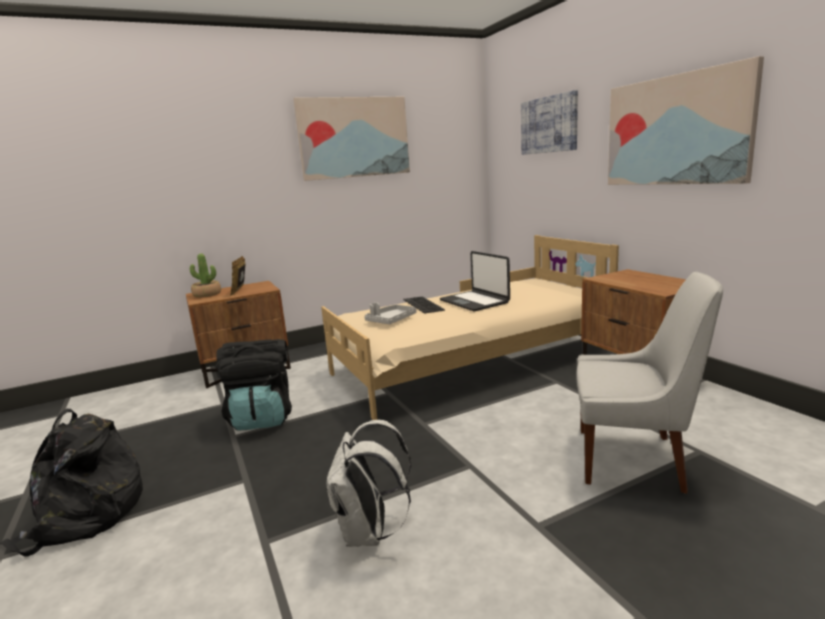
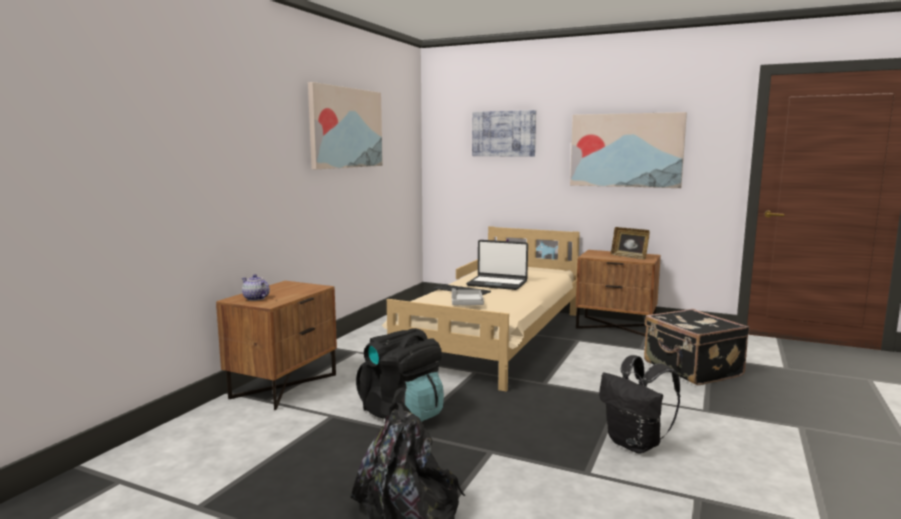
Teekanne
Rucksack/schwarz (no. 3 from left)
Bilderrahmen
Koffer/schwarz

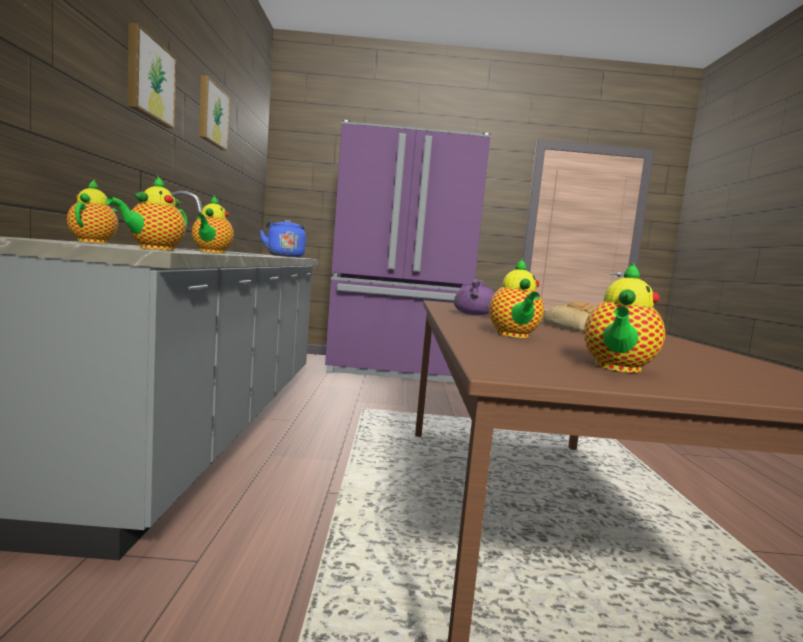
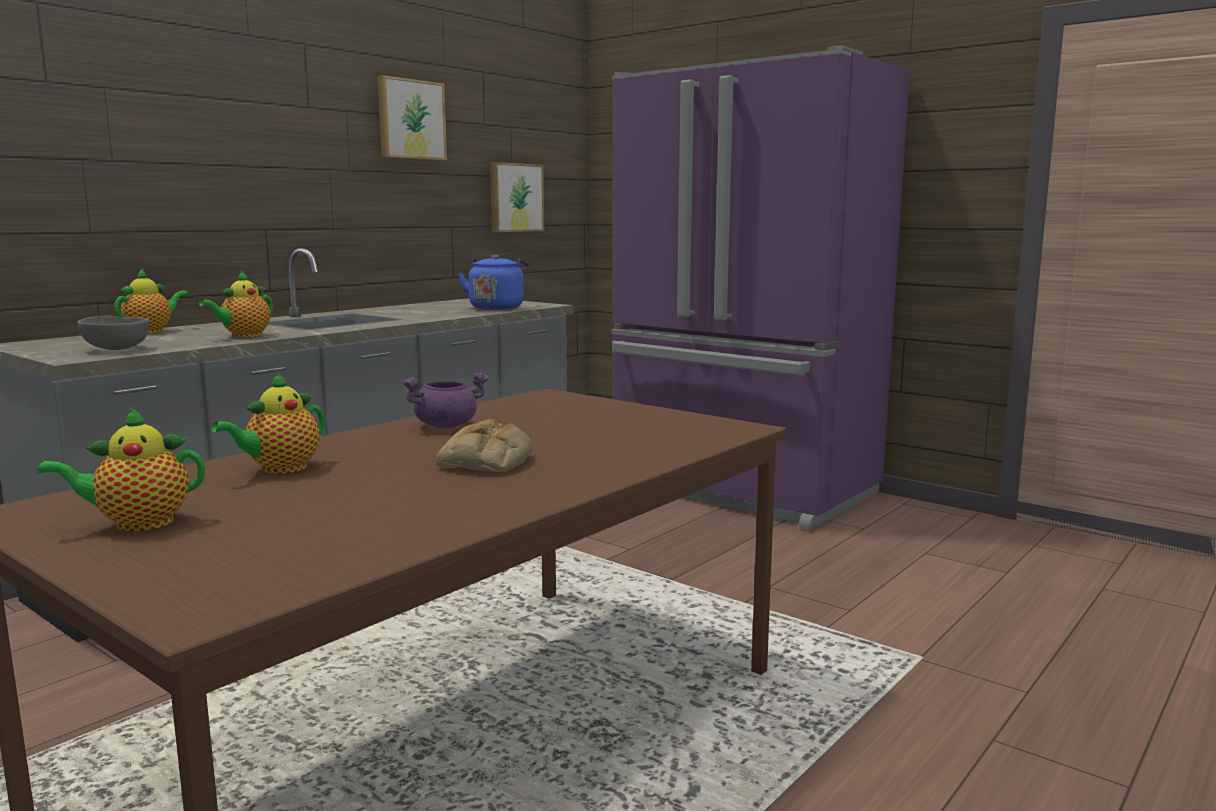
Schüssel/grau
Bild (no. 2 from left)

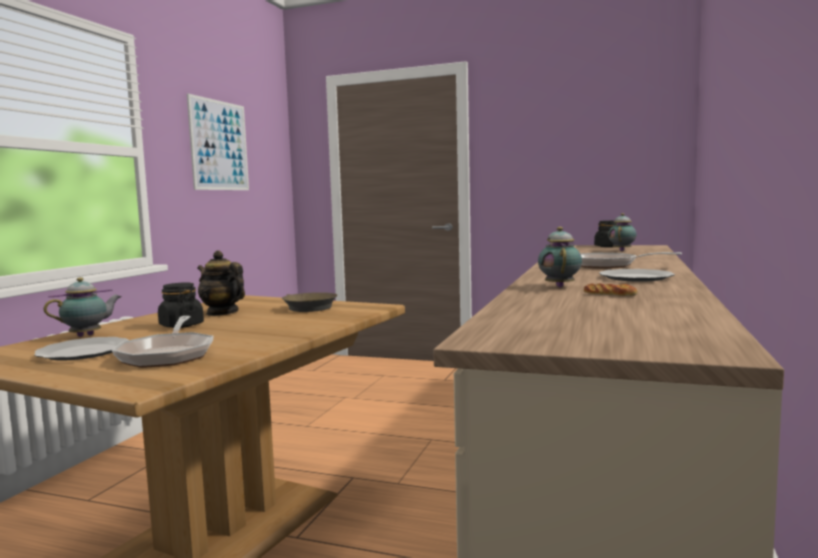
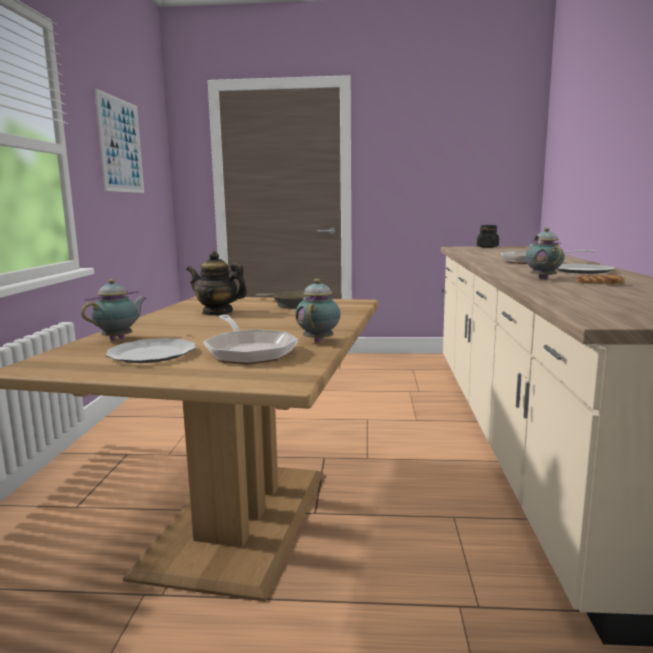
Teekanne (no. 3 from left)
Vorratsglas/schwarz (no. 1 from left in the first image)

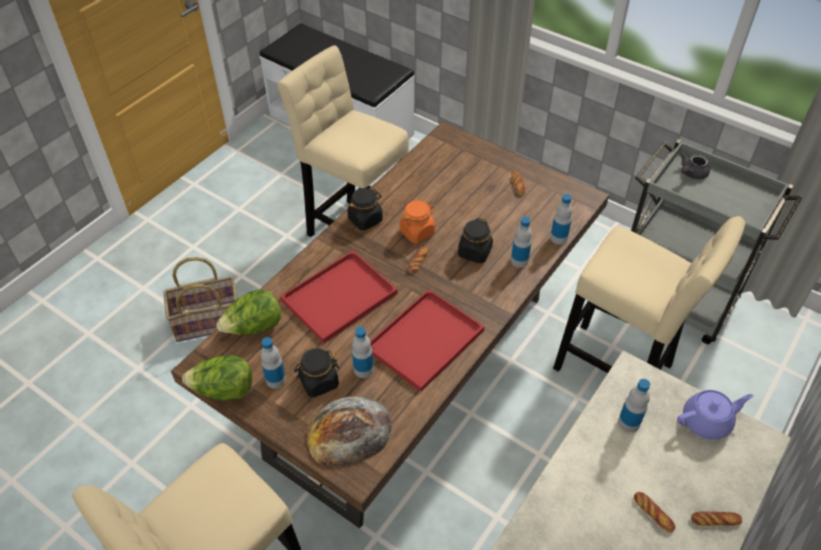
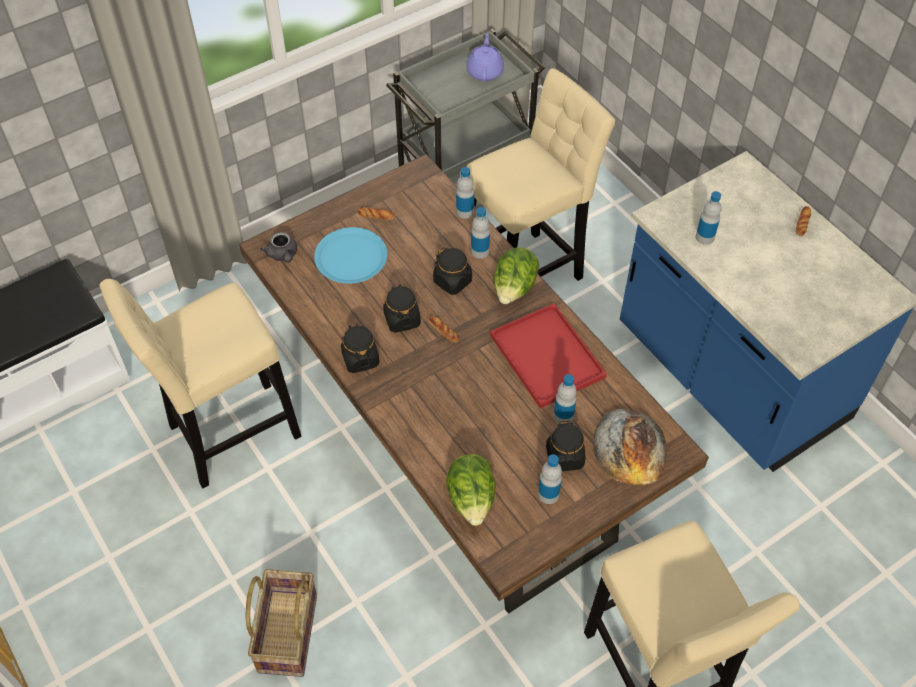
Teekanne/grau
Teller/blau
Vorratsglas/schwarz (no. 2 from left)
Teekanne/lila
Salatkopf (no. 2 from left)
Tablett/rot (no. 1 from left in the first image)
Brot (no. 4 from left in the first image)

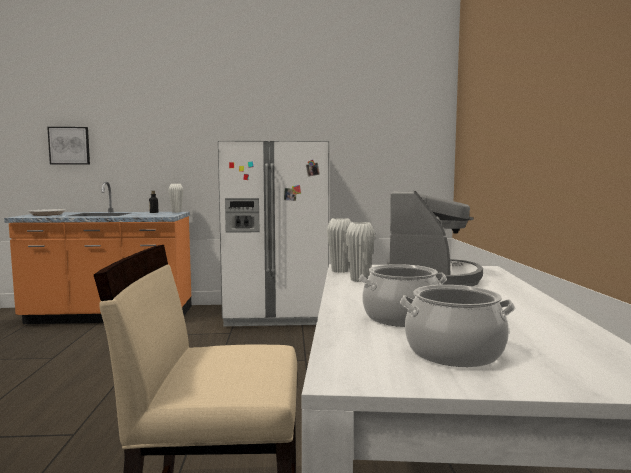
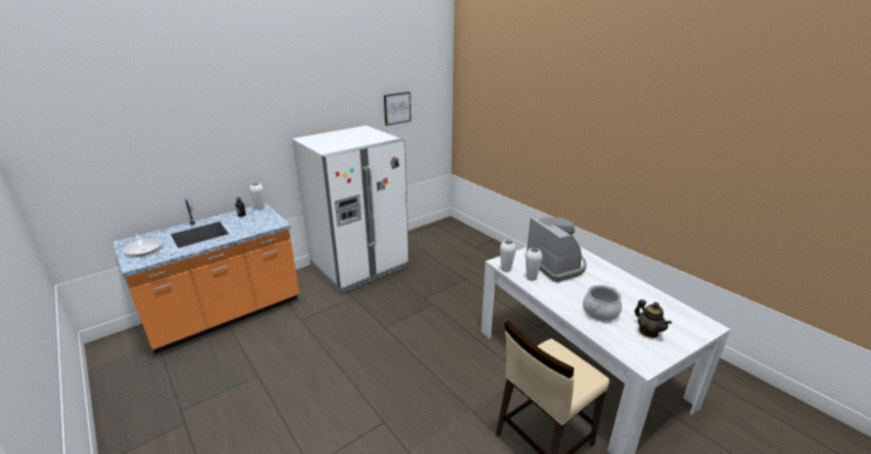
Bild
Teekanne

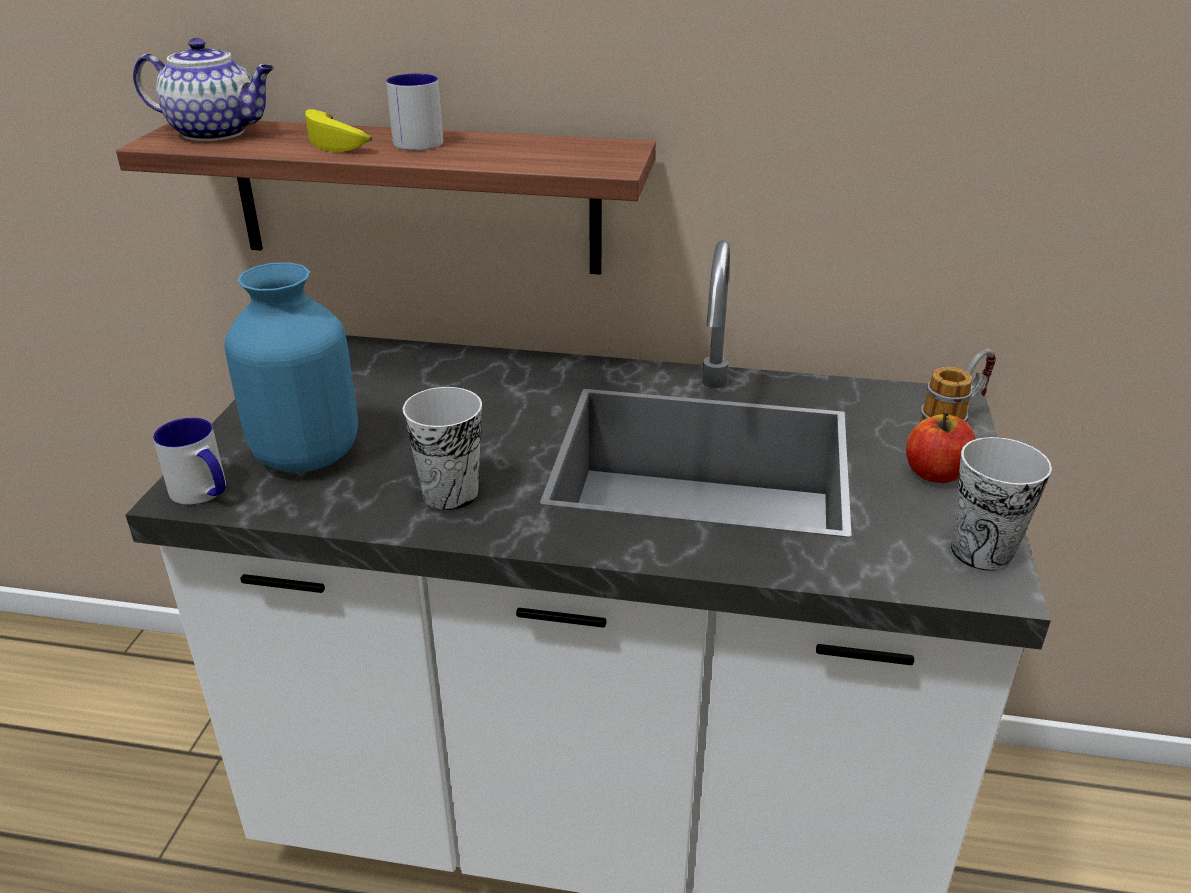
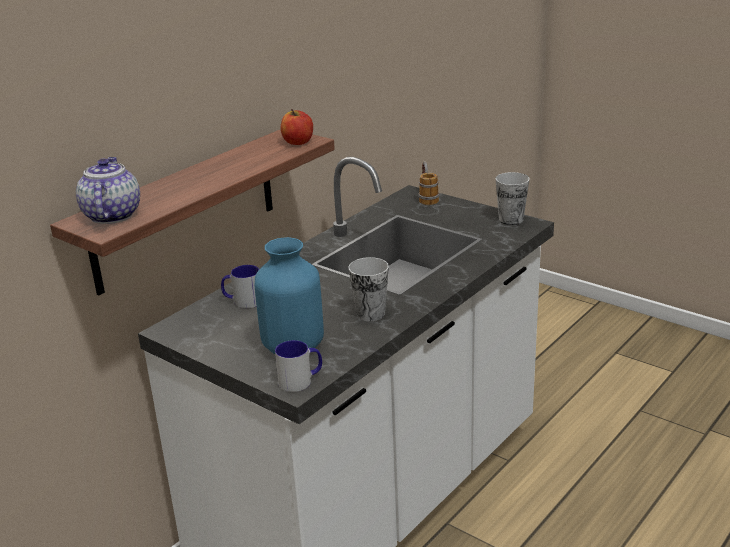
Teekanne
Henkelbecher (no. 1 from left)
Apfel
Banane

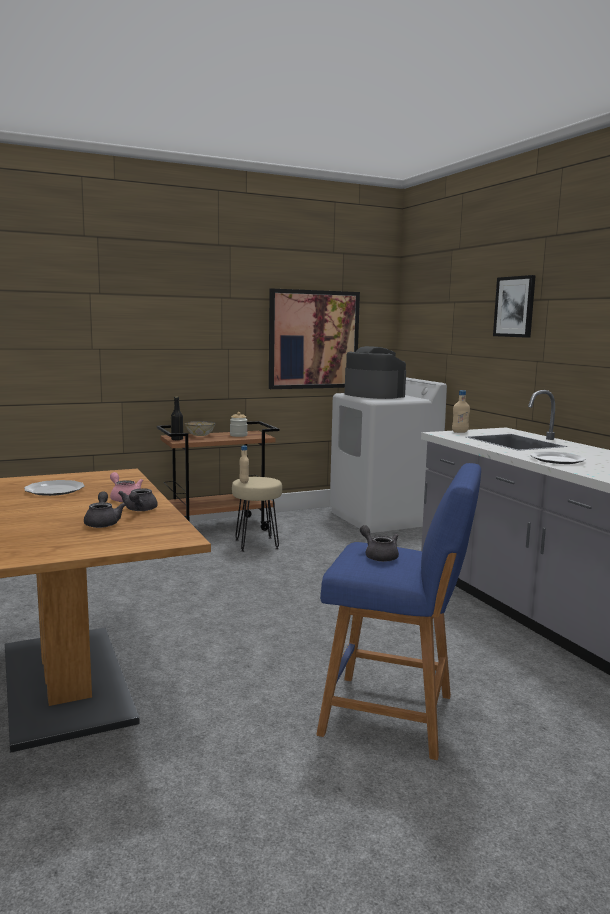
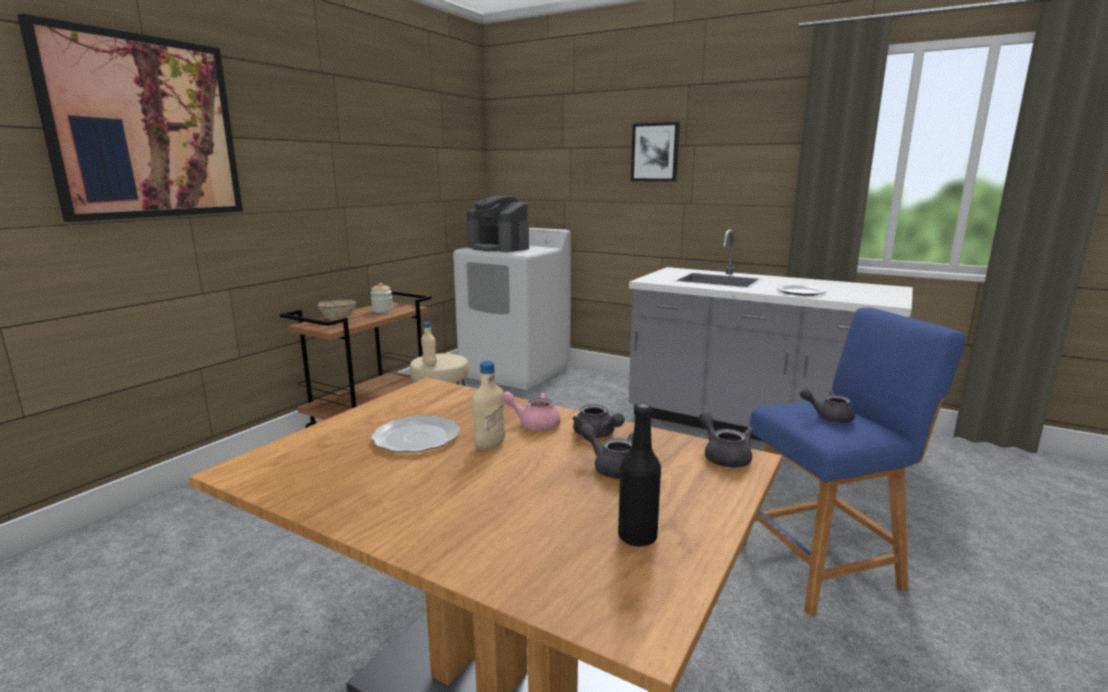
Bild (no. 1 from left)
Kaffeemaschine
Flasche/beige (no. 2 from left)
Flasche/schwarz
Teekanne/grau (no. 3 from left)

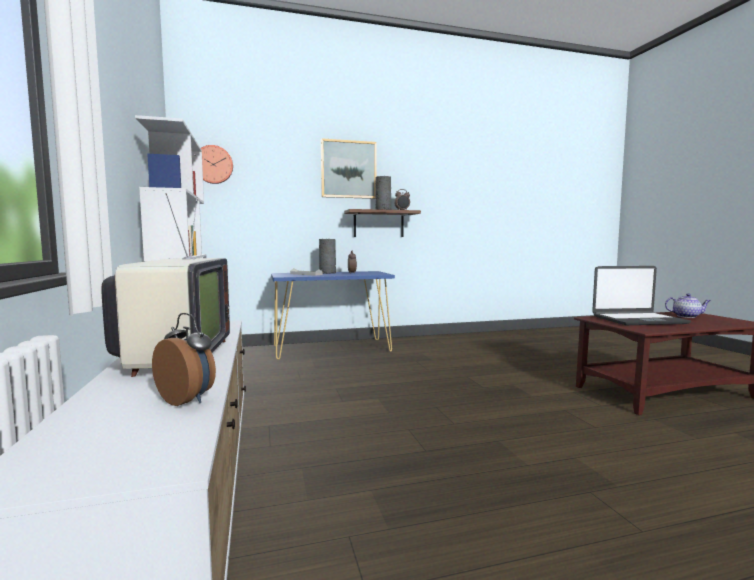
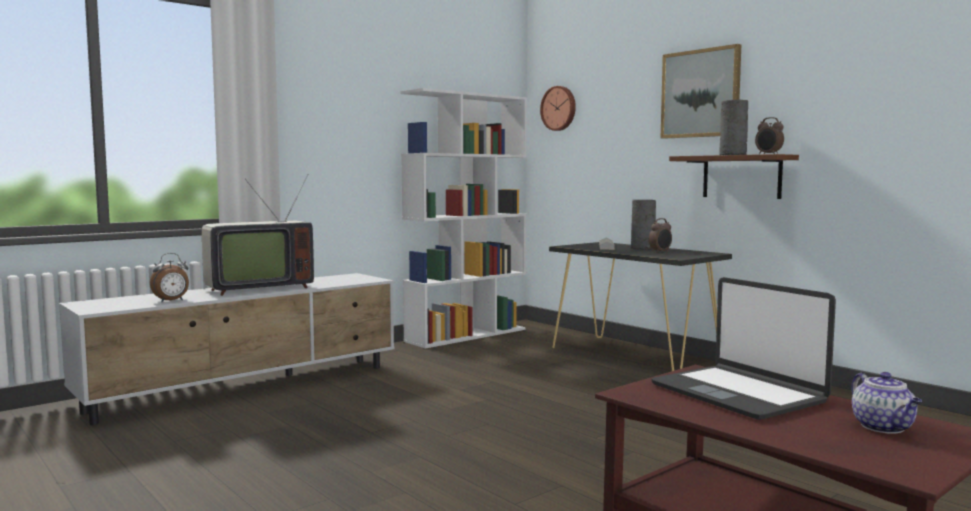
Wecker (no. 1 from left)
Konsolentisch/schwarz

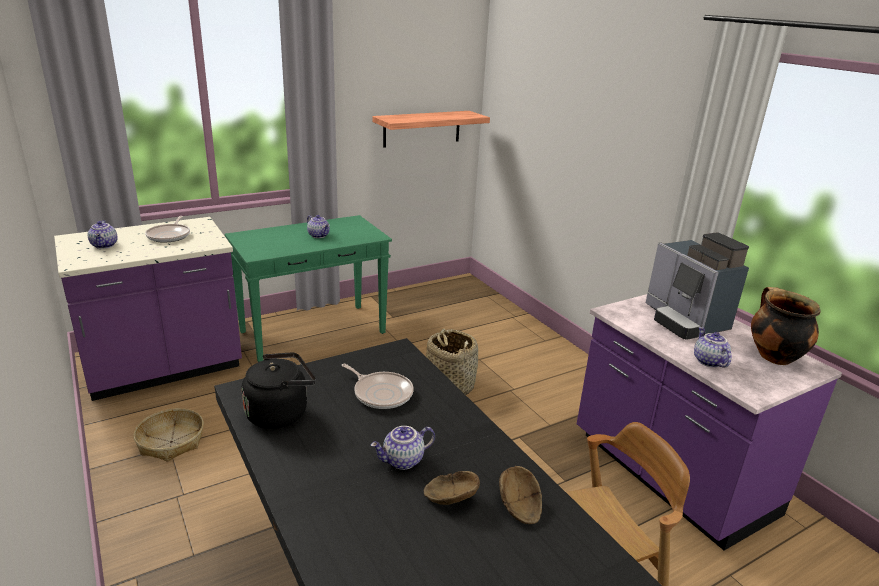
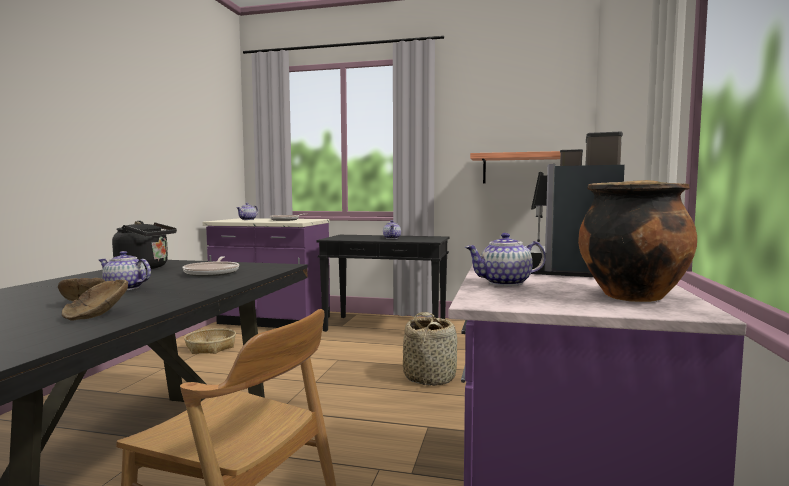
Konsolentisch/schwarz
Teekanne (no. 4 from left)

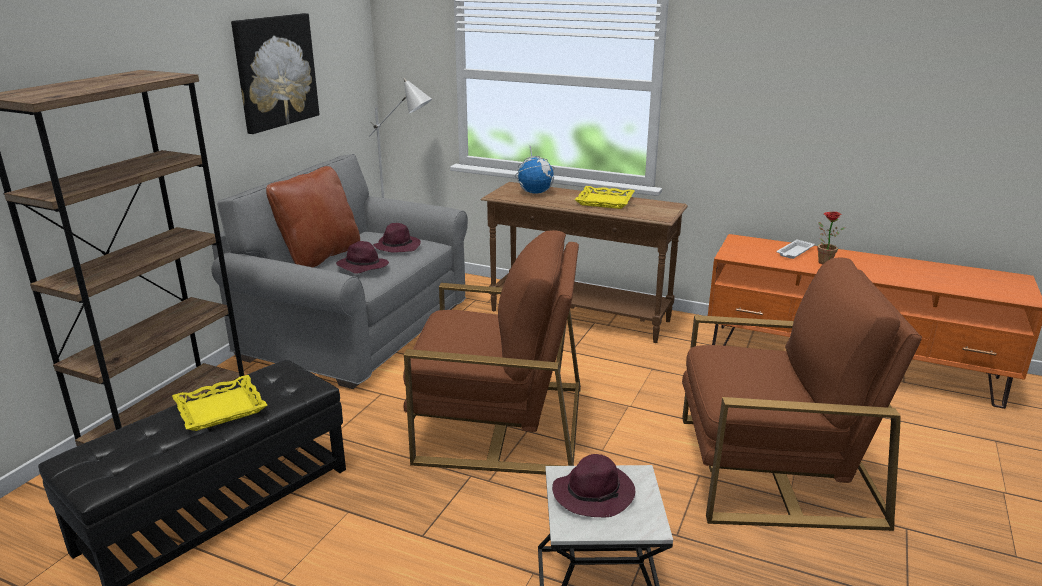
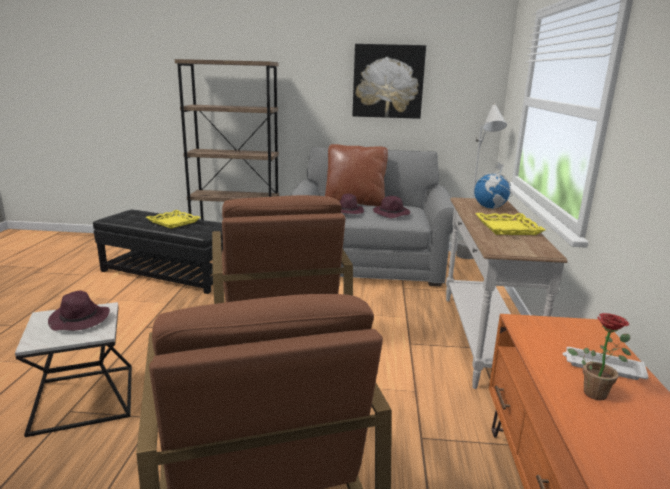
Konsolentisch/weiß

